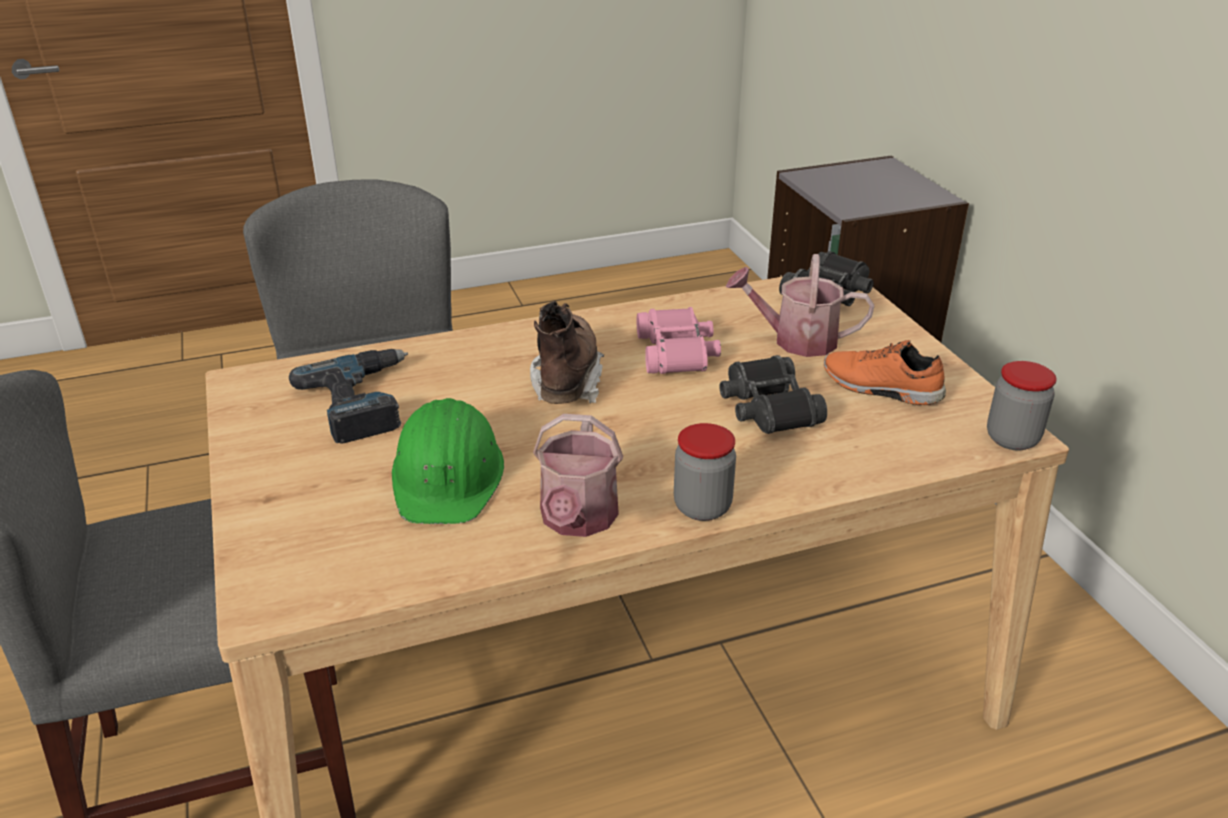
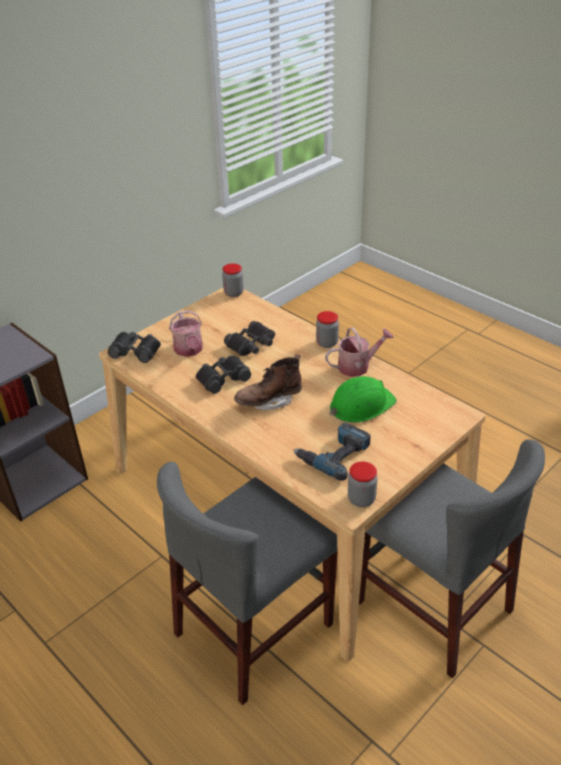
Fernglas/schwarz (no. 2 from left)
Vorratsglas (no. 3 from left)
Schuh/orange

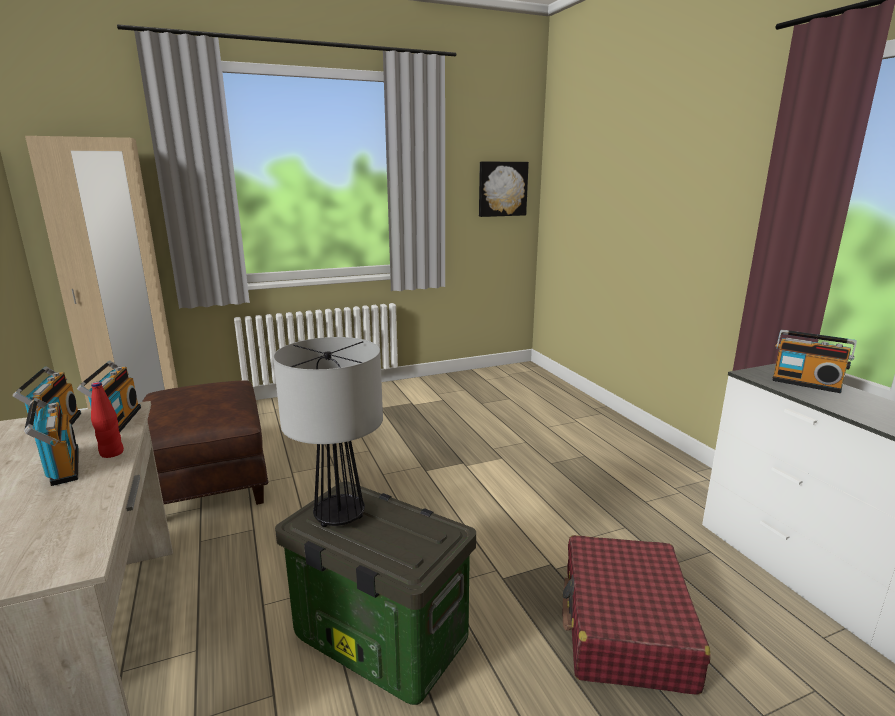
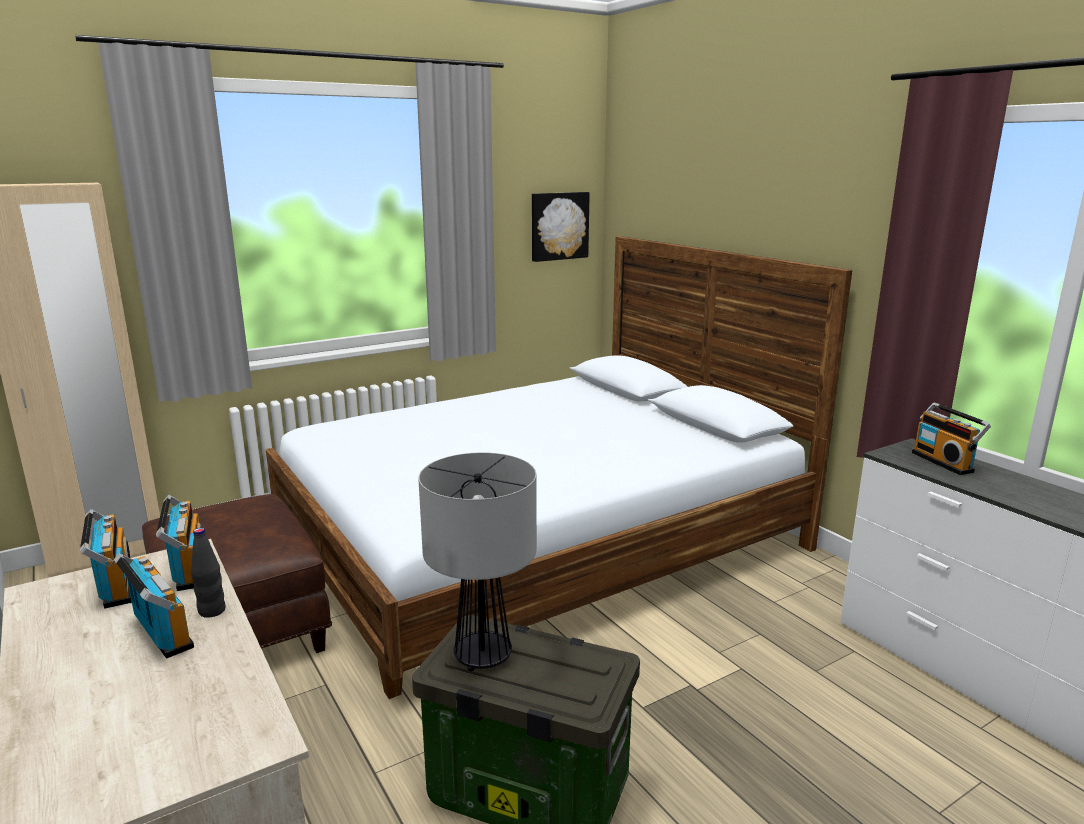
Flasche/schwarz
Bett
Radio (no. 4 from left)
Koffer/rot

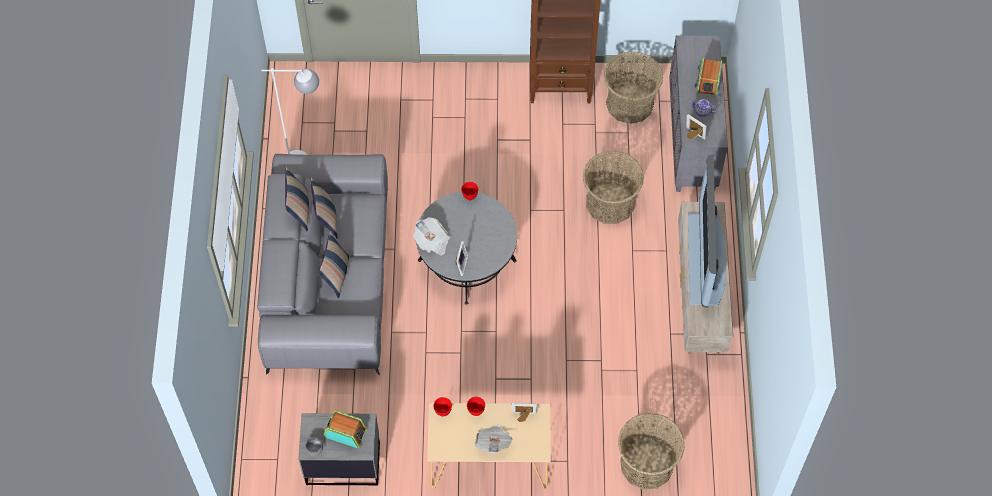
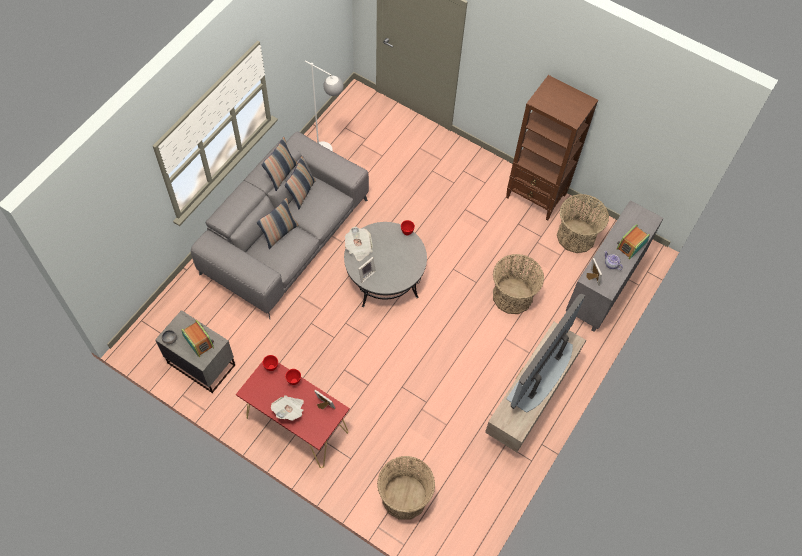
Konsolentisch/rot

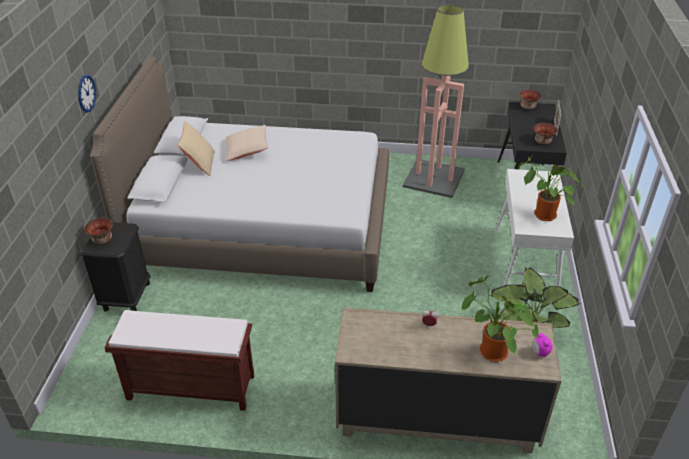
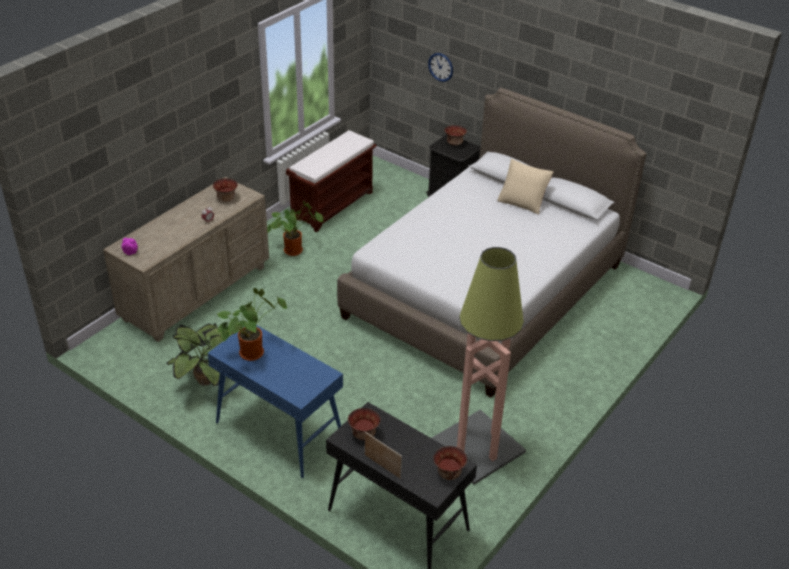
Konsolentisch/blau
Schüssel (no. 1 from left)
Topfpflanze (no. 3 from left)
Wanduhr
Kissen/beige (no. 2 from left in the first image)

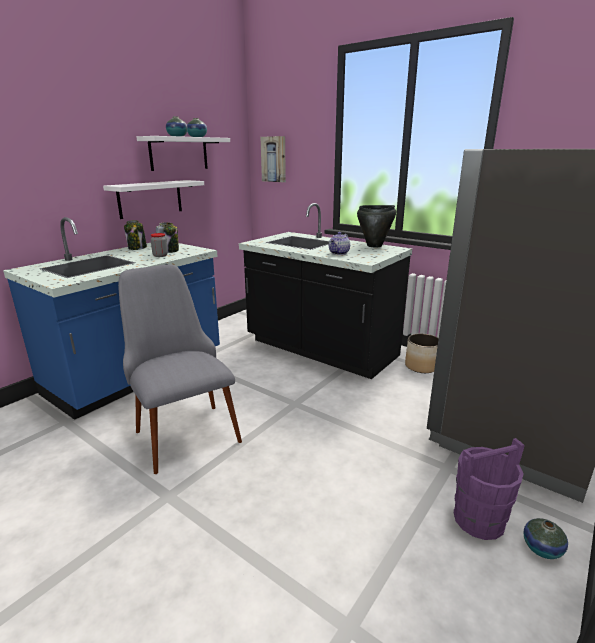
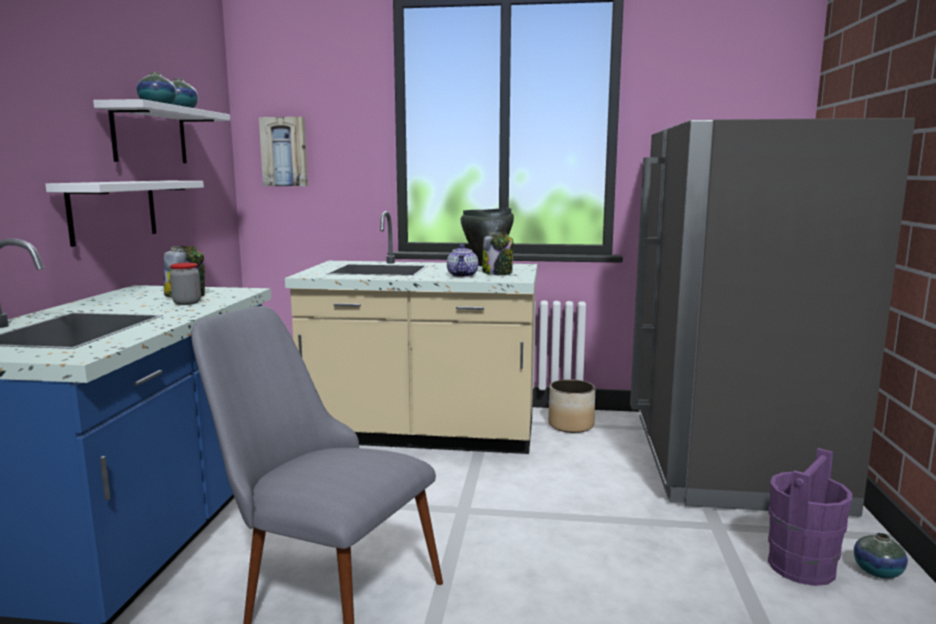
Küchenzeile/beige
Vorratsglas (no. 3 from left)

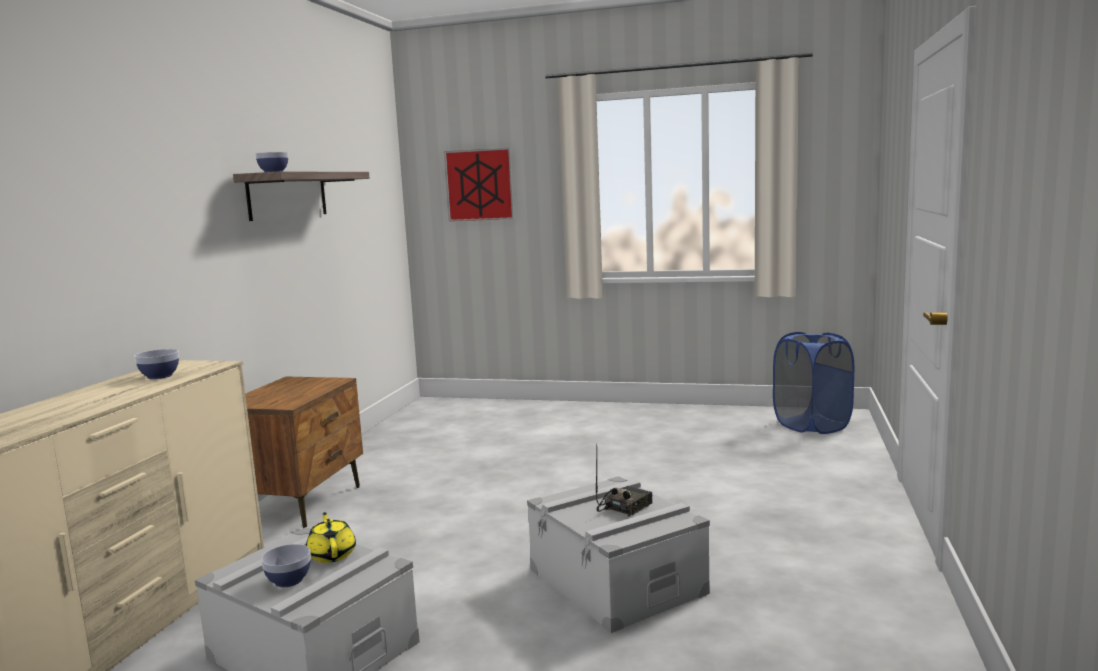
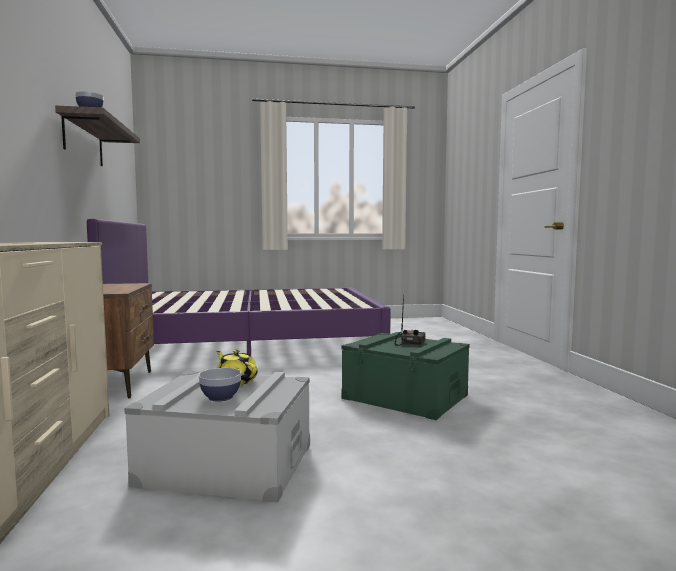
Bett/lila
Aufbewahrungsbox/grün
Schüssel (no. 1 from left in the first image)
Bild
Wäschekorb/blau

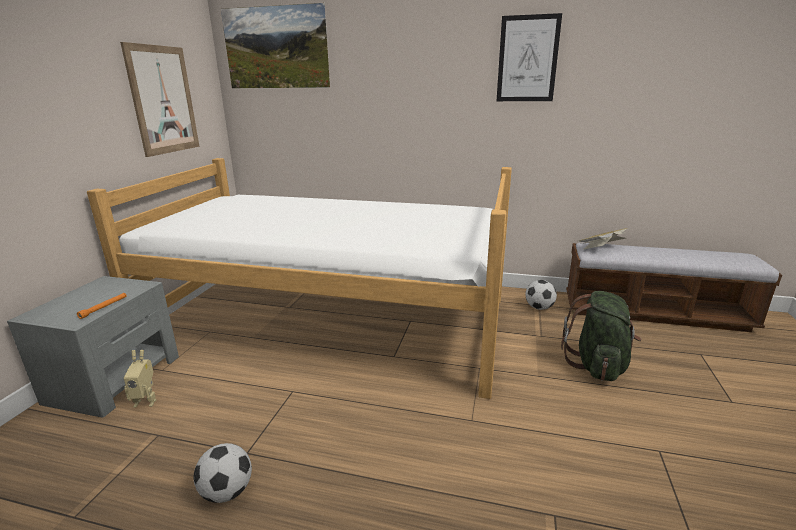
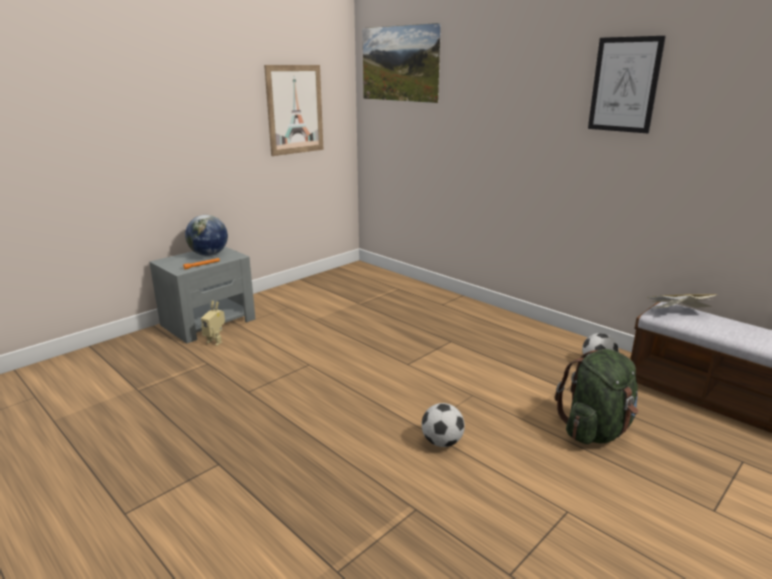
Globus
Fußball (no. 1 from left)
Bett

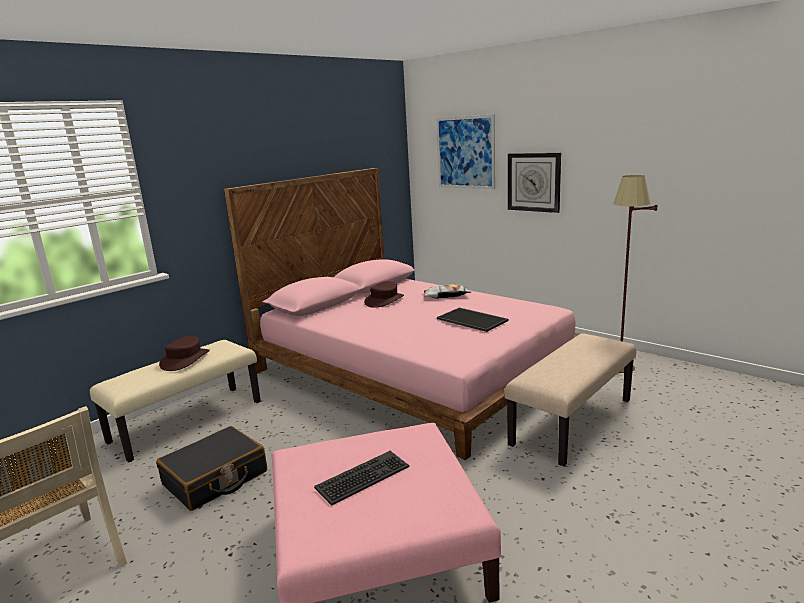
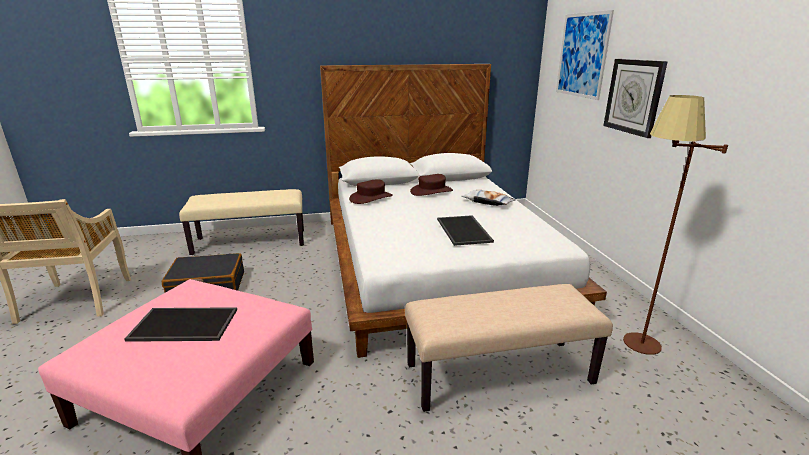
Tablett (no. 1 from left)
Bett/weiß
Hut/braun (no. 1 from left)

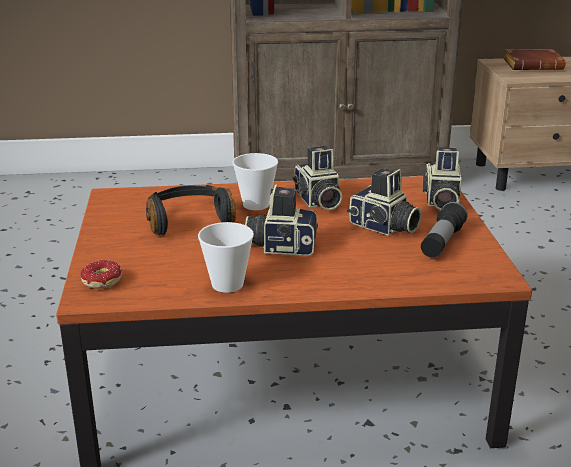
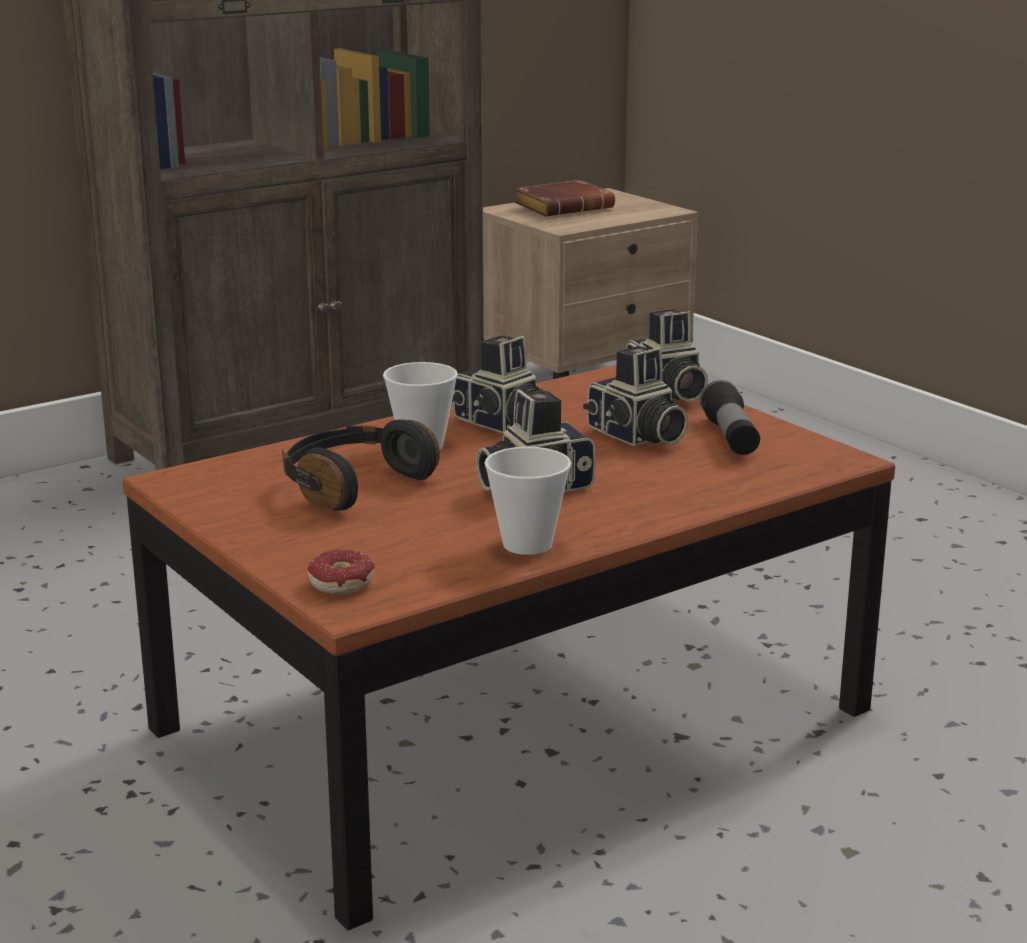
Kamera (no. 3 from left)

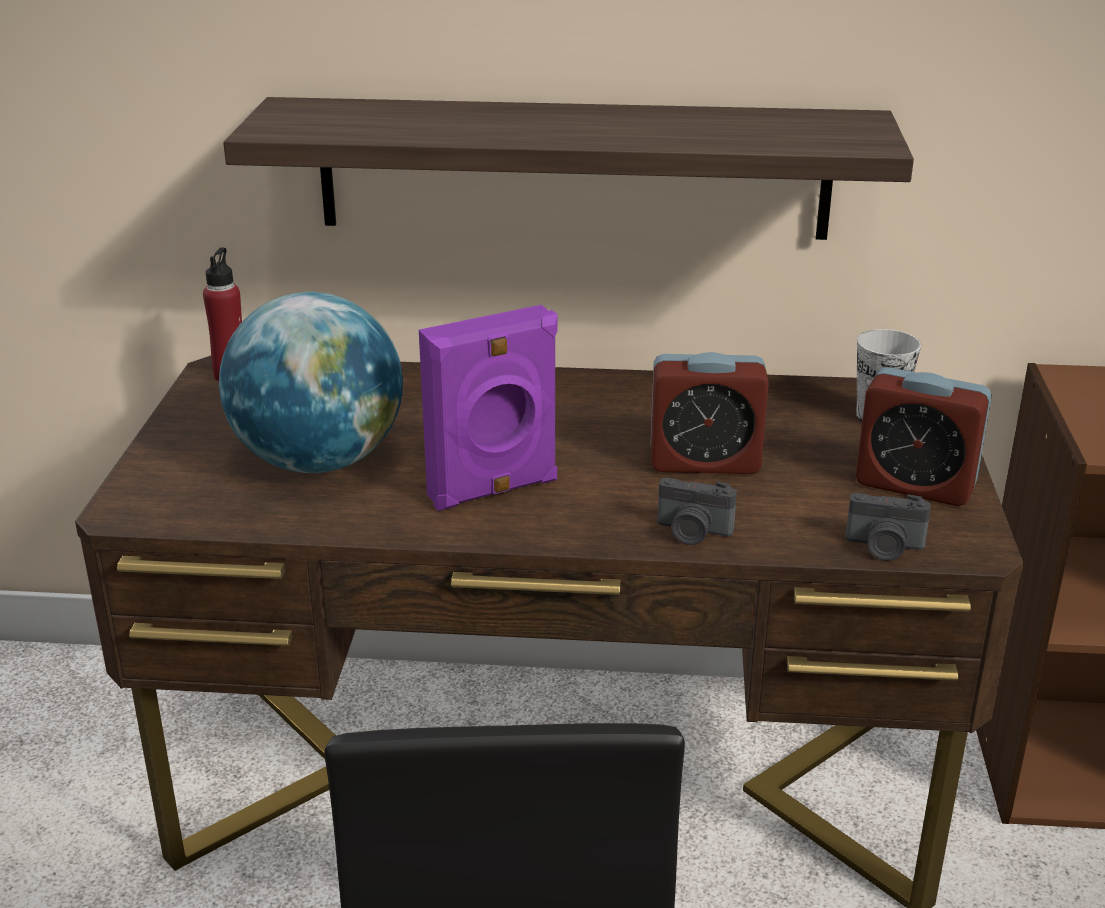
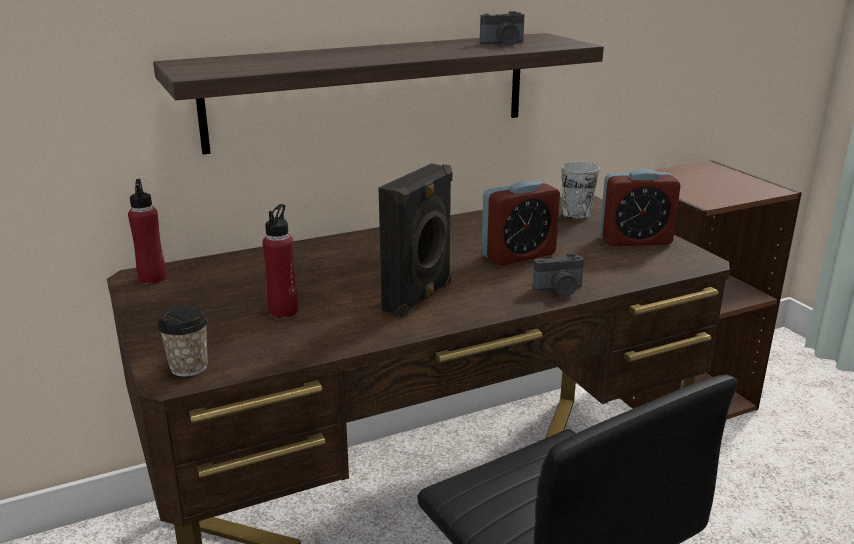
Tasse (no. 1 from left)
Flasche/rot (no. 2 from left)
Lautsprecher/schwarz
Kamera (no. 1 from left)

